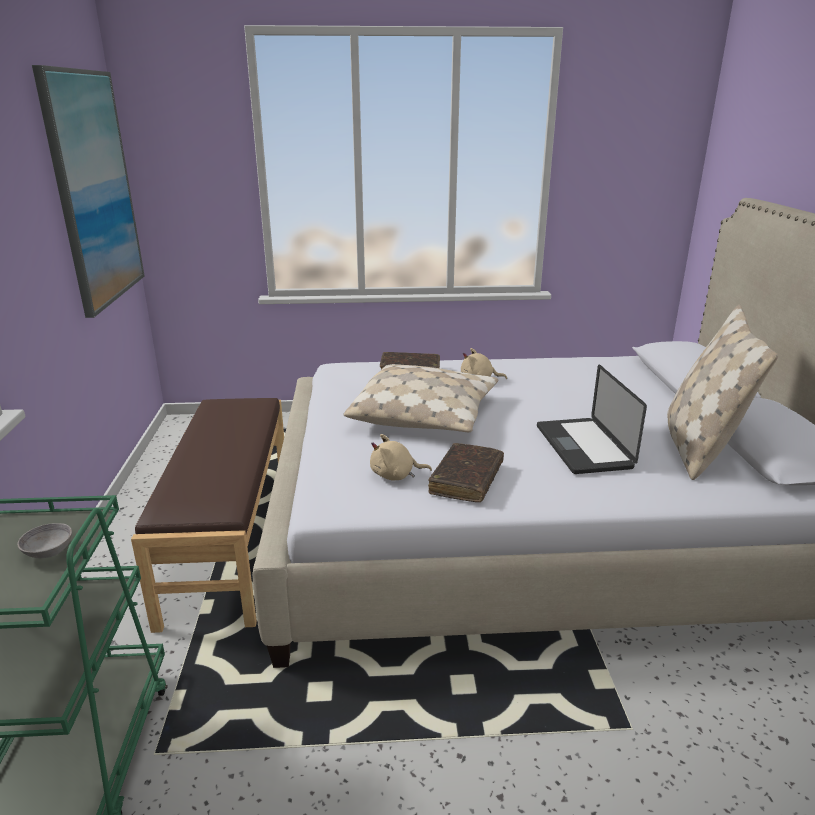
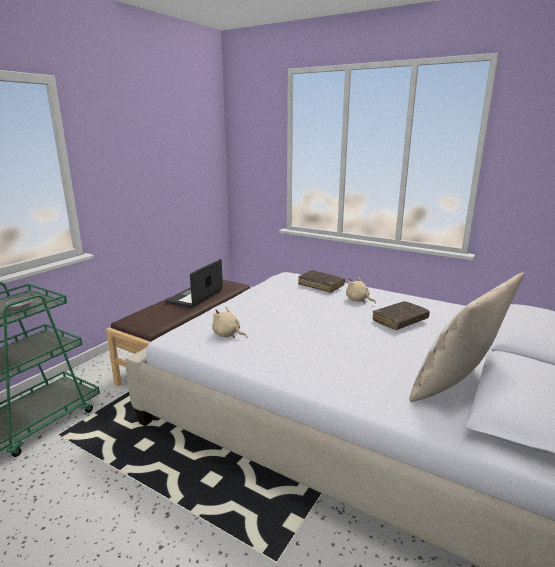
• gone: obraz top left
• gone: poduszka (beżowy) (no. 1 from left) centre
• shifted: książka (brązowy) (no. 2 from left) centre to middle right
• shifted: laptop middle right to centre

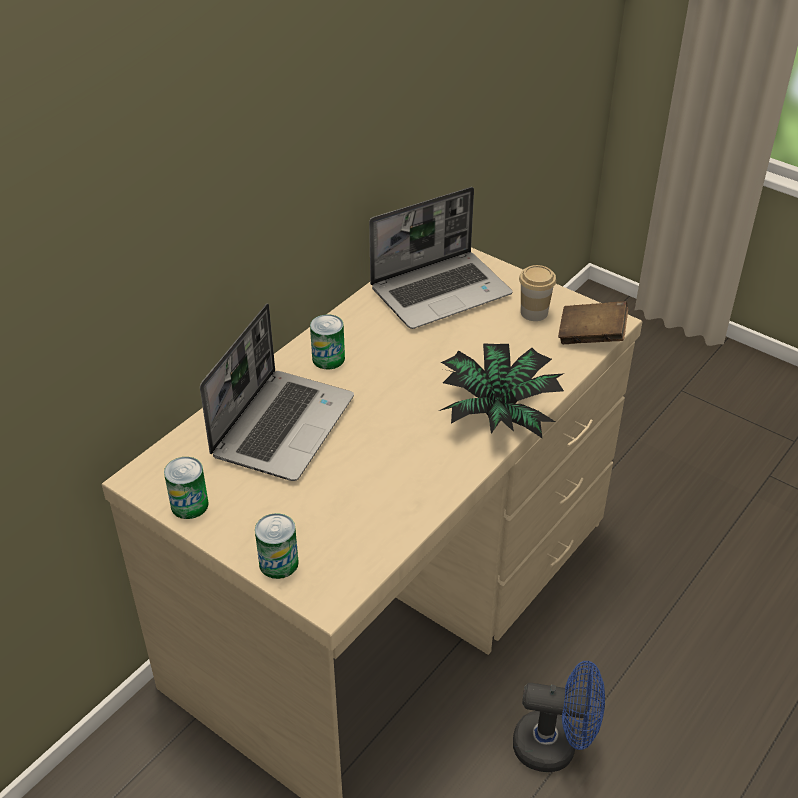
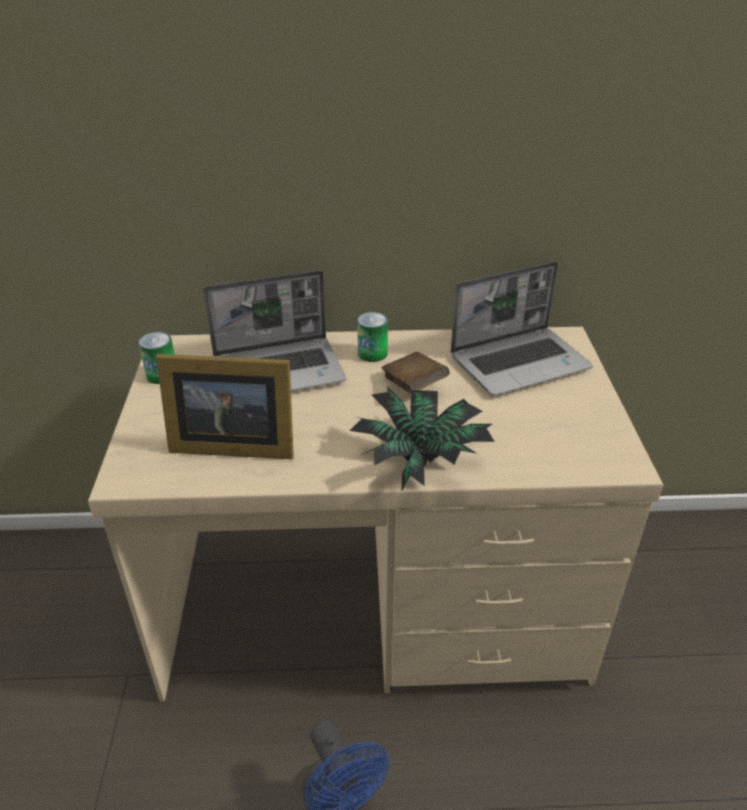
• gone: puszka (no. 2 from left) bottom centre
• rotated: laptop (no. 2 from left) top centre = middle right 45 degrees counterclockwise
• gone: filiżanka middle right
• shifted: książka (brązowy) middle right to centre
• new: ramka na zdjęcie middle left

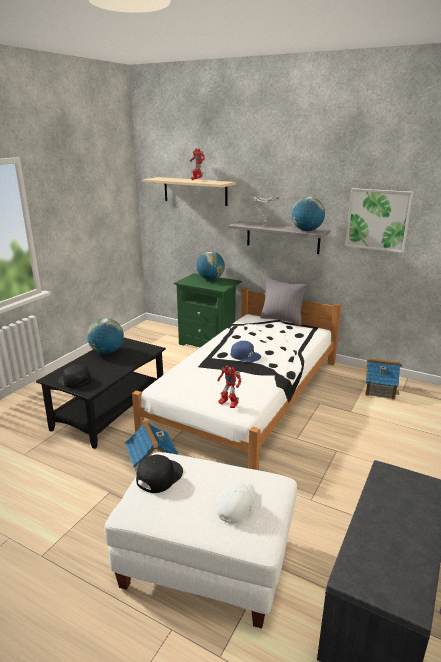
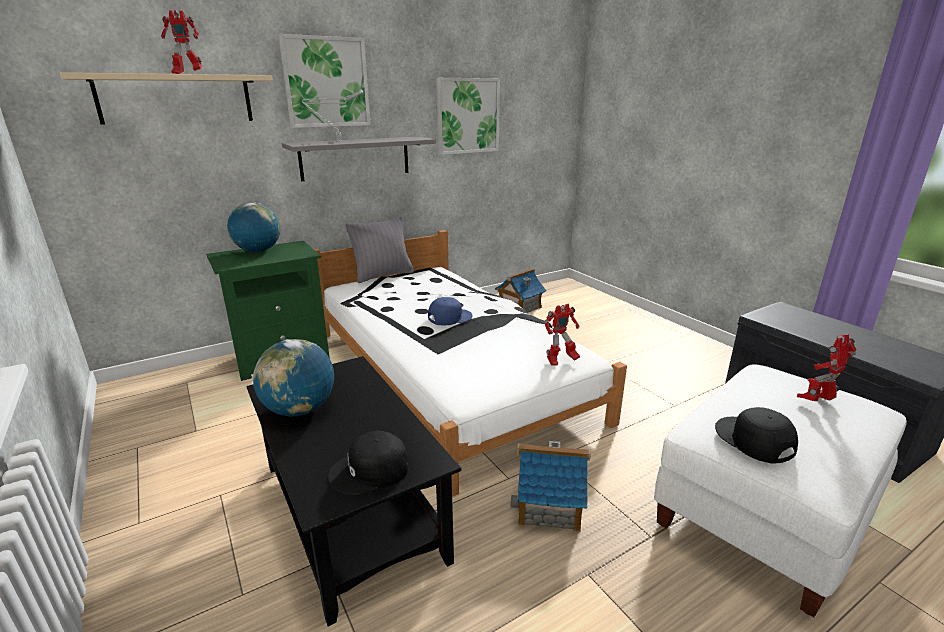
• swapped: czapka z daszkiem (biały) bottom centre to robot zabawkowy (no. 3 from left) middle right
• gone: globus (no. 3 from left) top right
• new: obraz (no. 1 from left) top centre

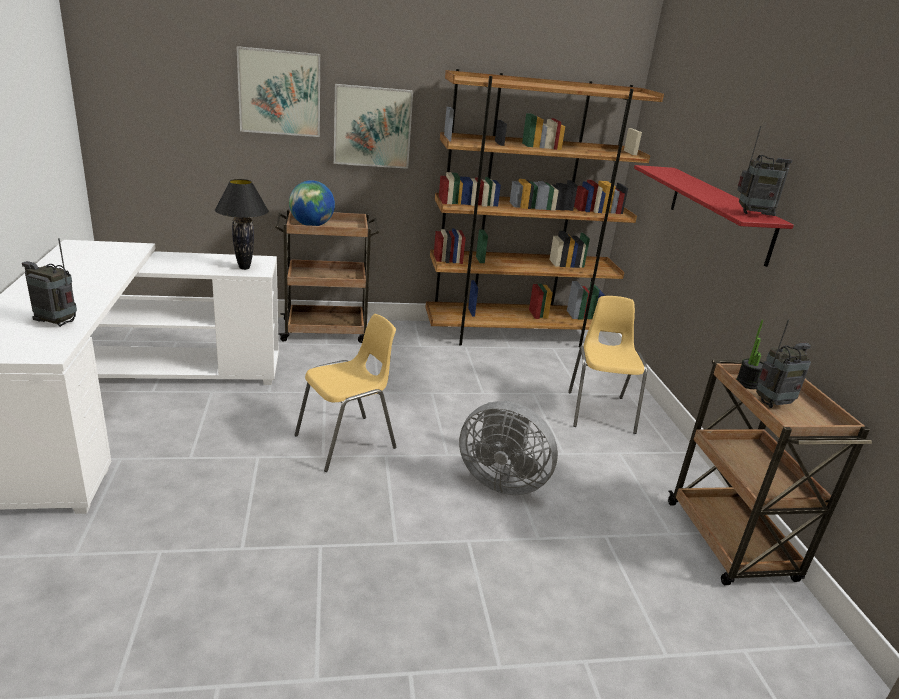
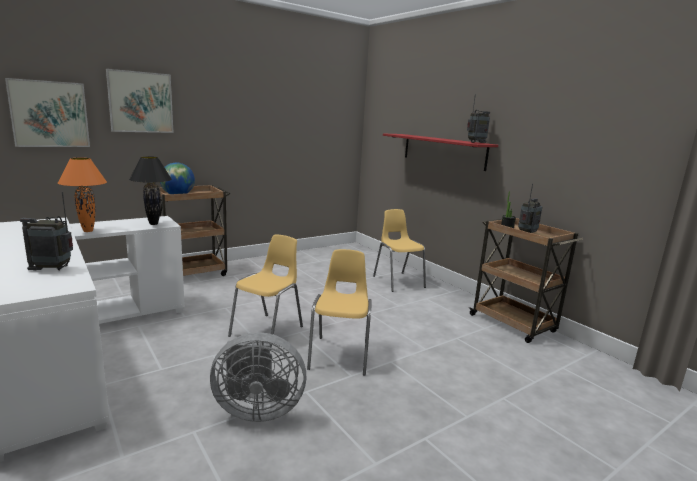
• shifted: obraz (no. 2 from left in the first image) top centre to obraz (no. 1 from left) top left
• gone: regał (brązowy) top centre
• shifted: wentylator (szary) centre to bottom centre
• new: lampa stołowa (pomarańczowy) middle left
• new: krzesło (żółty) (no. 2 from left) centre

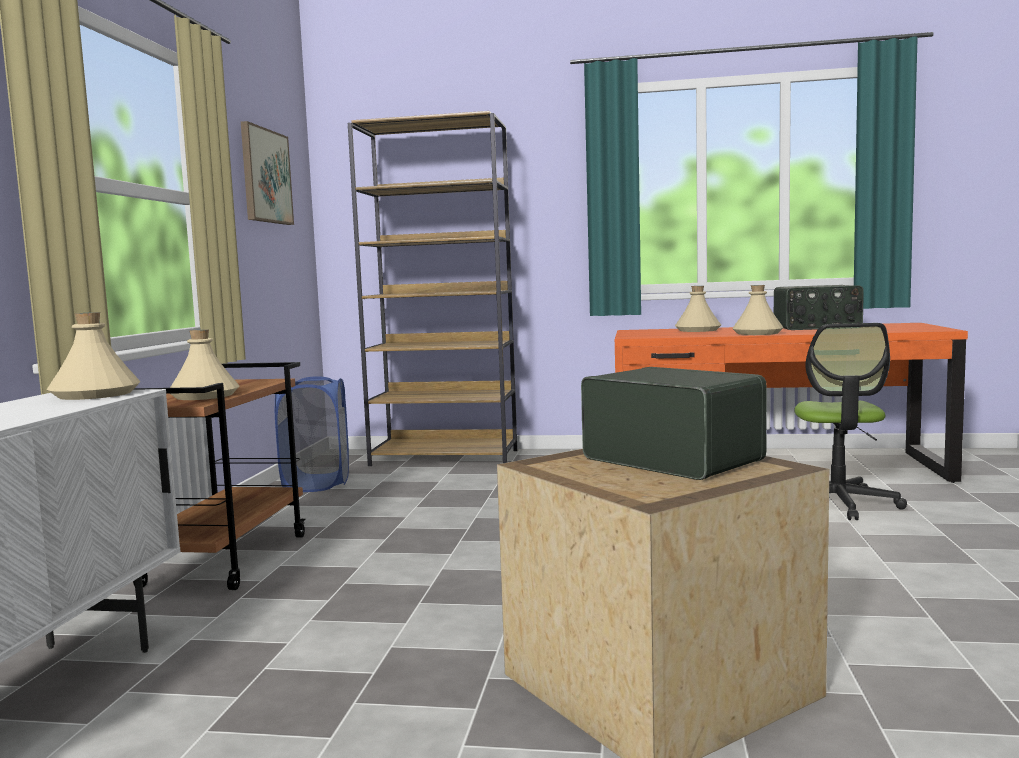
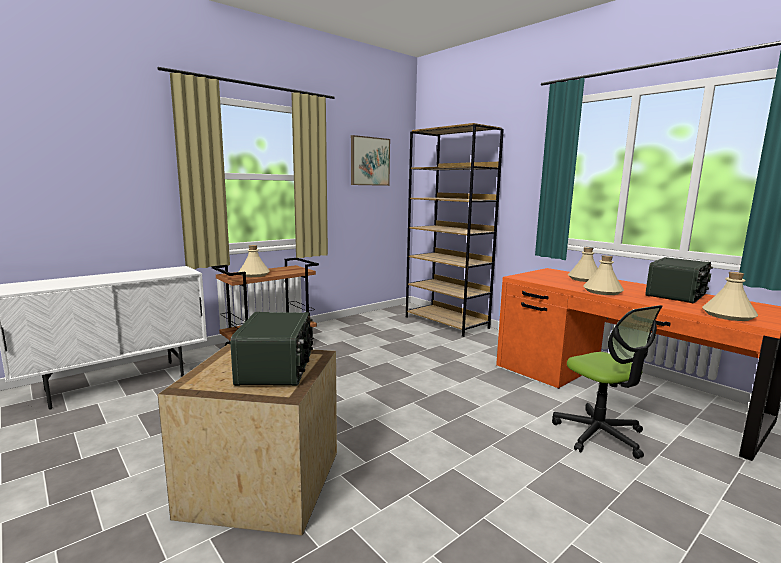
• shifted: butelka (beżowy) (no. 1 from left in the first image) middle left to butelka (beżowy) (no. 4 from left) middle right
• gone: kosz na pranie (niebieski) middle left
• rotated: radio (no. 2 from left) middle right = middle right 90 degrees counterclockwise
• rotated: krzesło biurowe middle right = bottom right 75 degrees counterclockwise

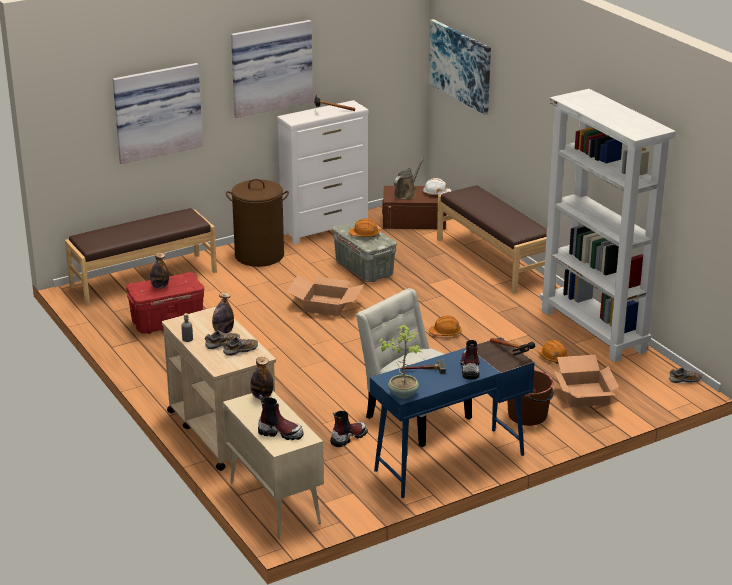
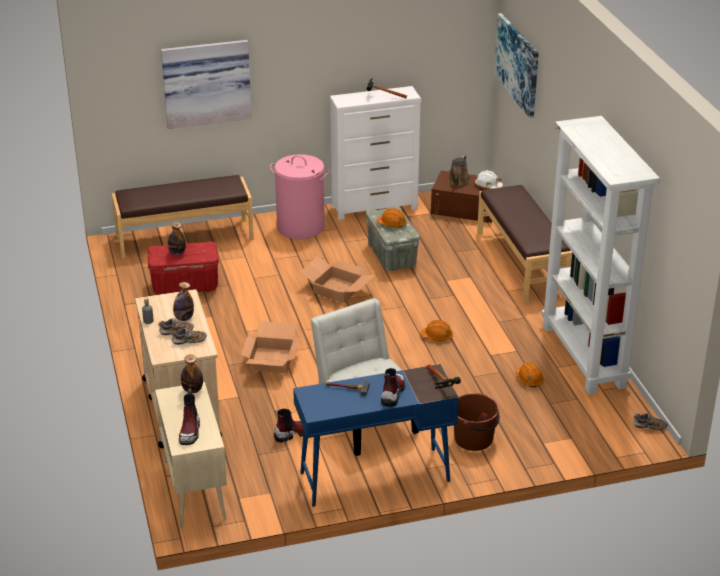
• repainted: kosz na pranie (brązowy) centre to kosz na pranie (różowy) centre
• gone: obraz (no. 2 from left) top centre
• rotated: but z cholewką (no. 1 from left) bottom centre = bottom left 60 degrees clockwise
• gone: roślina doniczkowa centre
• rotated: konewka (brązowy) top centre = top centre 150 degrees clockwise
• shifted: karton (no. 2 from left in the first image) middle right to karton (no. 1 from left) centre

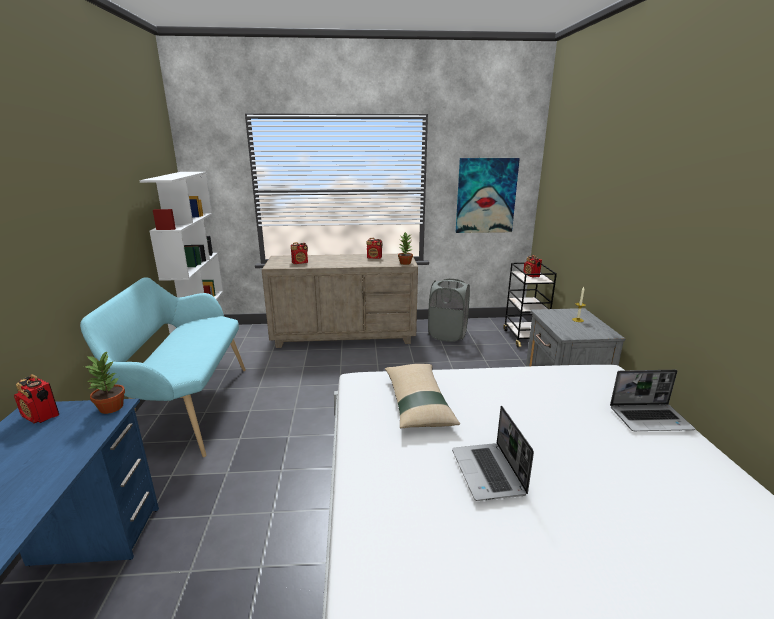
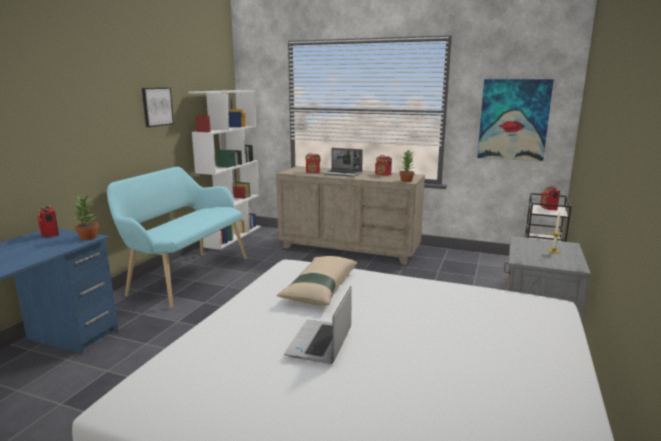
• gone: kosz na pranie (szary) centre
• shifted: laptop (no. 2 from left) middle right to centre
• new: obraz (no. 1 from left) top left

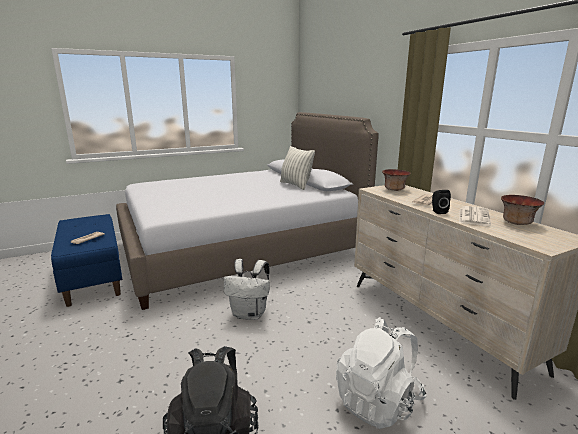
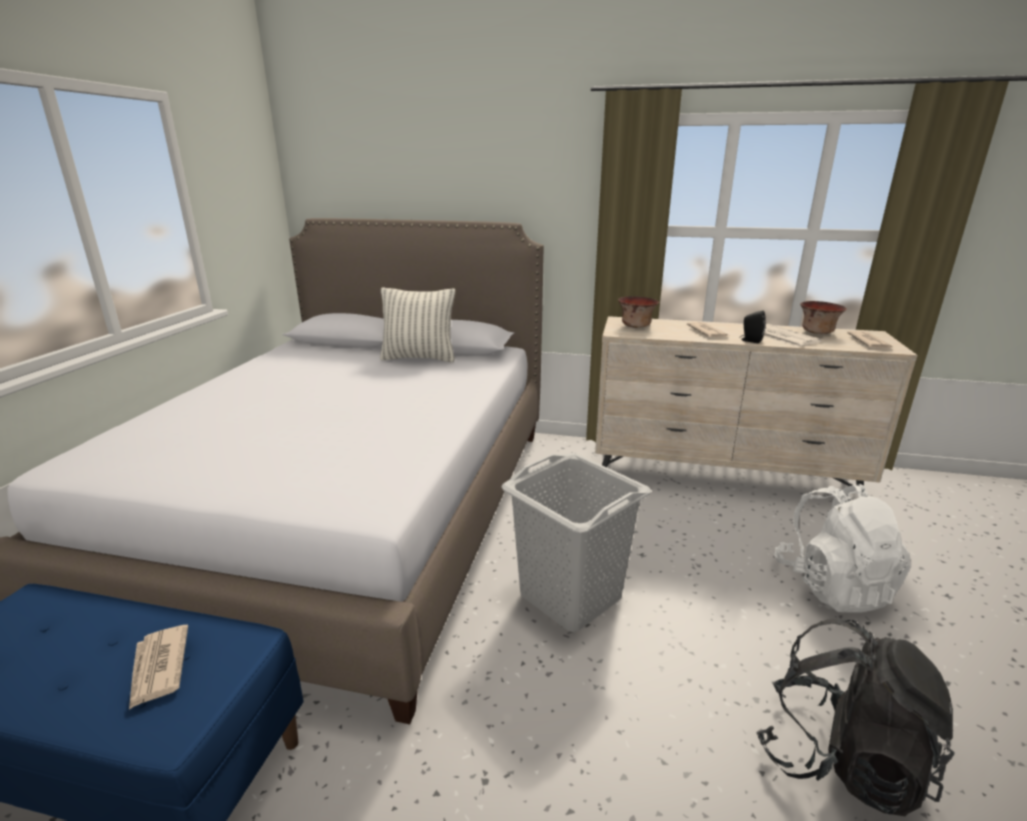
• swapped: plecak (biały) (no. 1 from left) centre to kosz na pranie (szary) centre
• new: gazeta (no. 4 from left) middle right

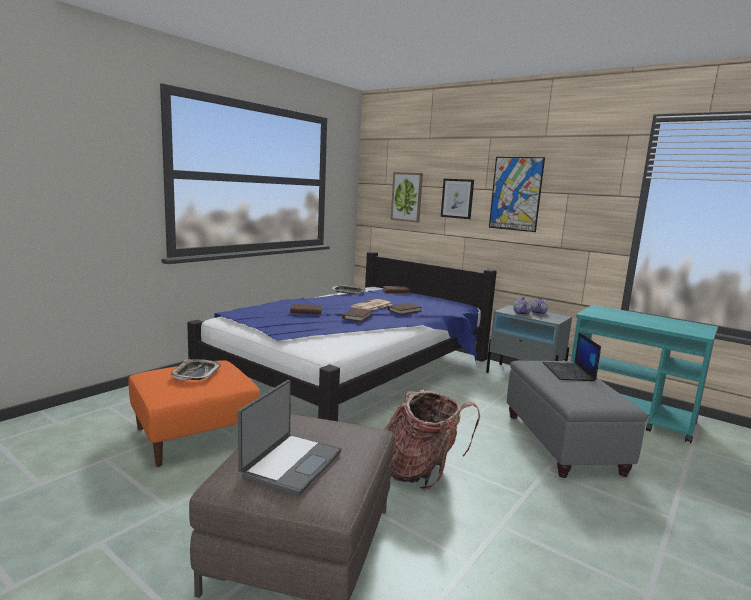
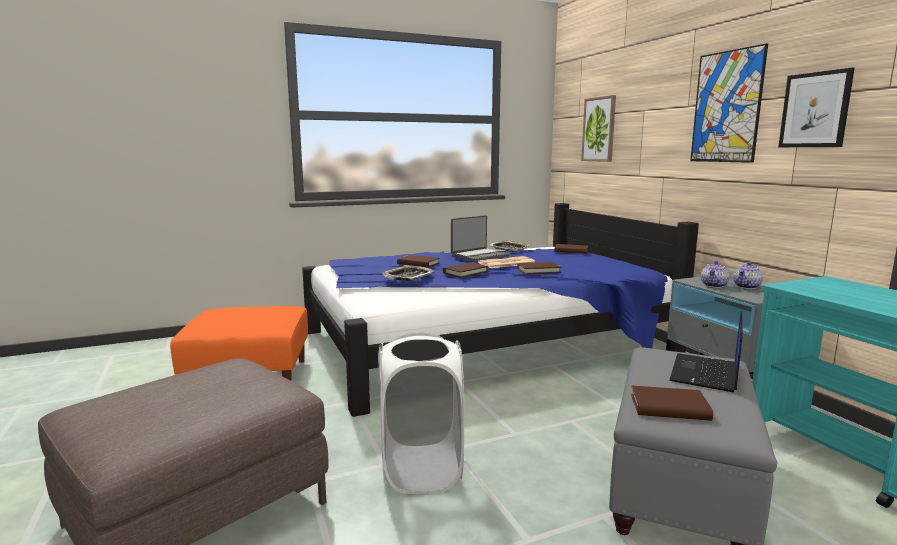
• shifted: taca (no. 1 from left) middle left to centre
• shifted: laptop (no. 1 from left) bottom centre to centre
• swapped: plecak bottom centre to kosz na pranie (biały) bottom centre
• shifted: obraz (no. 2 from left in the first image) top centre to obraz (no. 3 from left) top right
• new: książka (brązowy) (no. 5 from left) bottom right

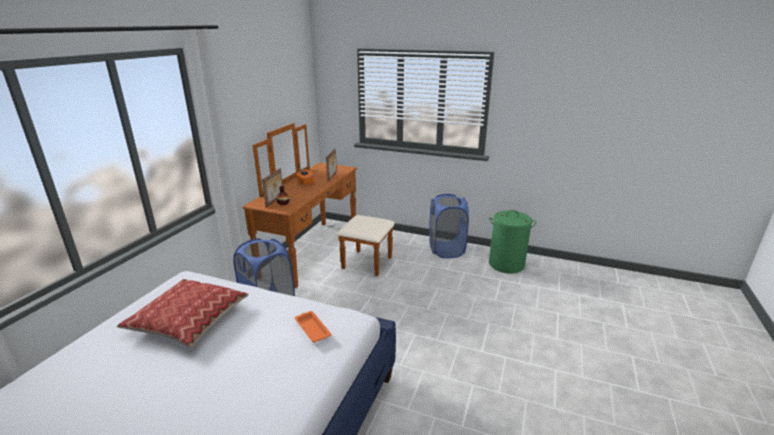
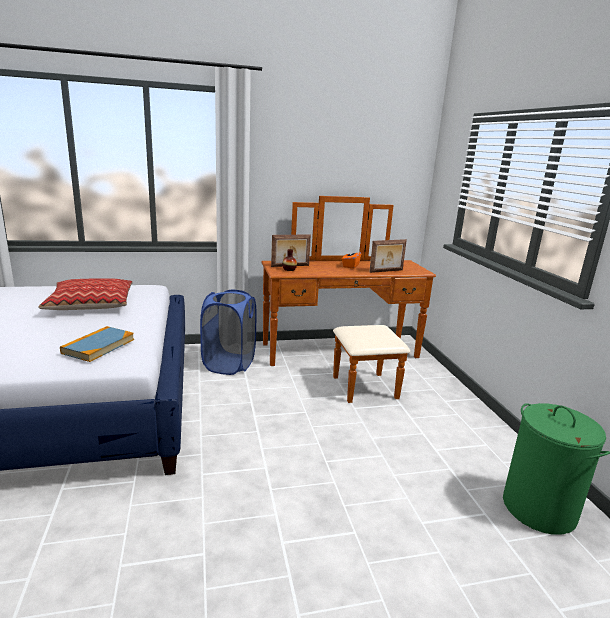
• swapped: taca (pomarańczowy) bottom centre to książka middle left
• gone: kosz na pranie (niebieski) (no. 2 from left) centre

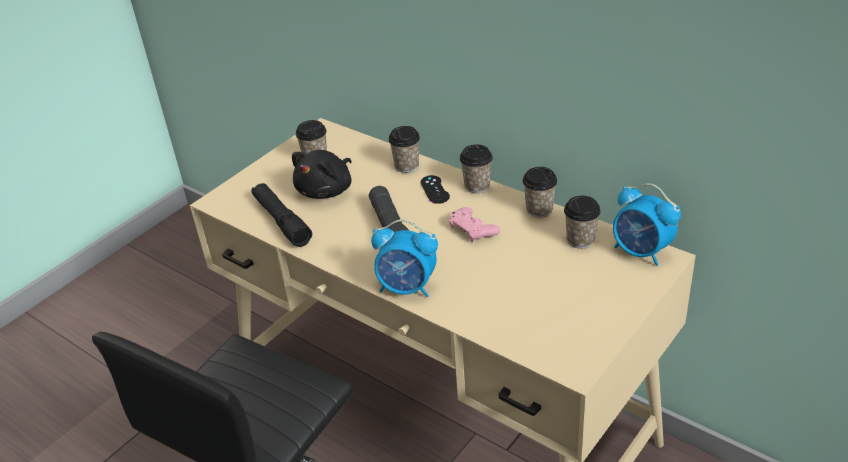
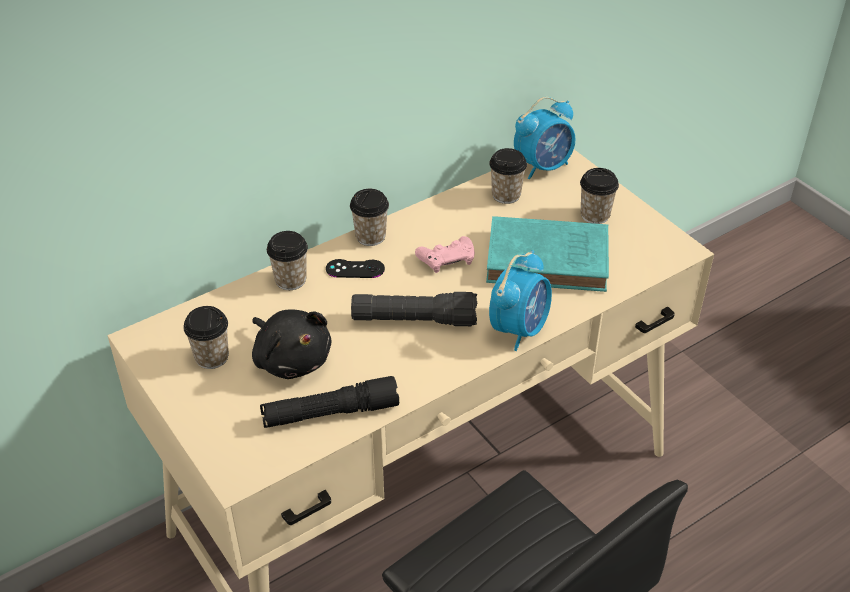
• shifted: filiżanka (no. 4 from left in the first image) centre to filiżanka (no. 5 from left) top right
• new: książka (turkusowy) centre

